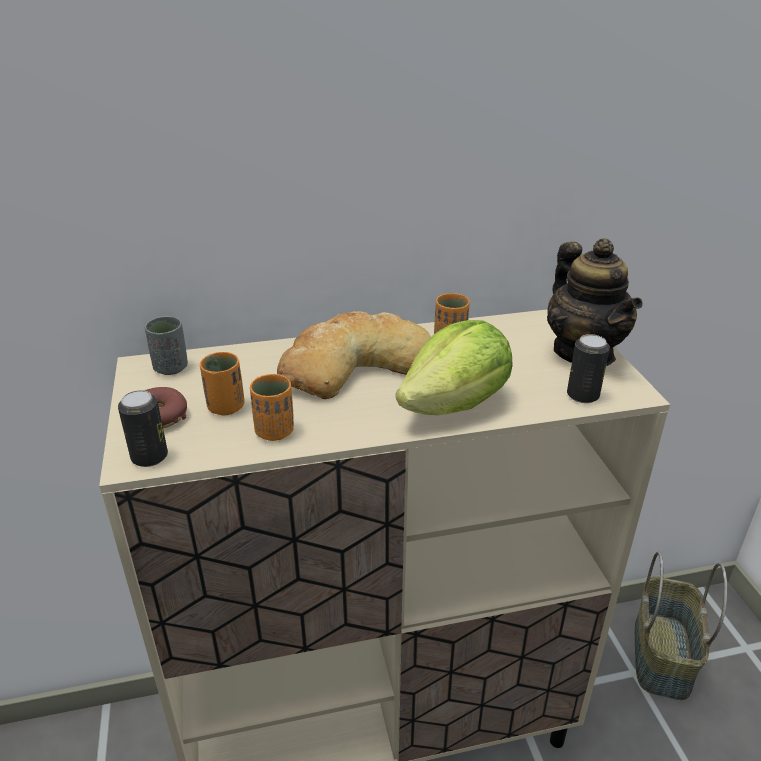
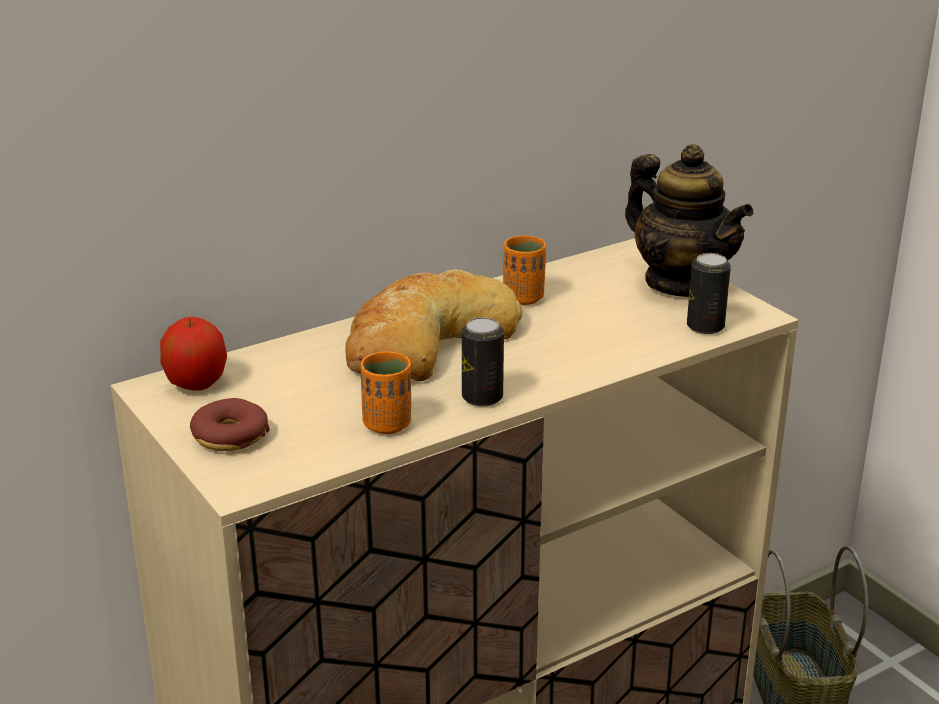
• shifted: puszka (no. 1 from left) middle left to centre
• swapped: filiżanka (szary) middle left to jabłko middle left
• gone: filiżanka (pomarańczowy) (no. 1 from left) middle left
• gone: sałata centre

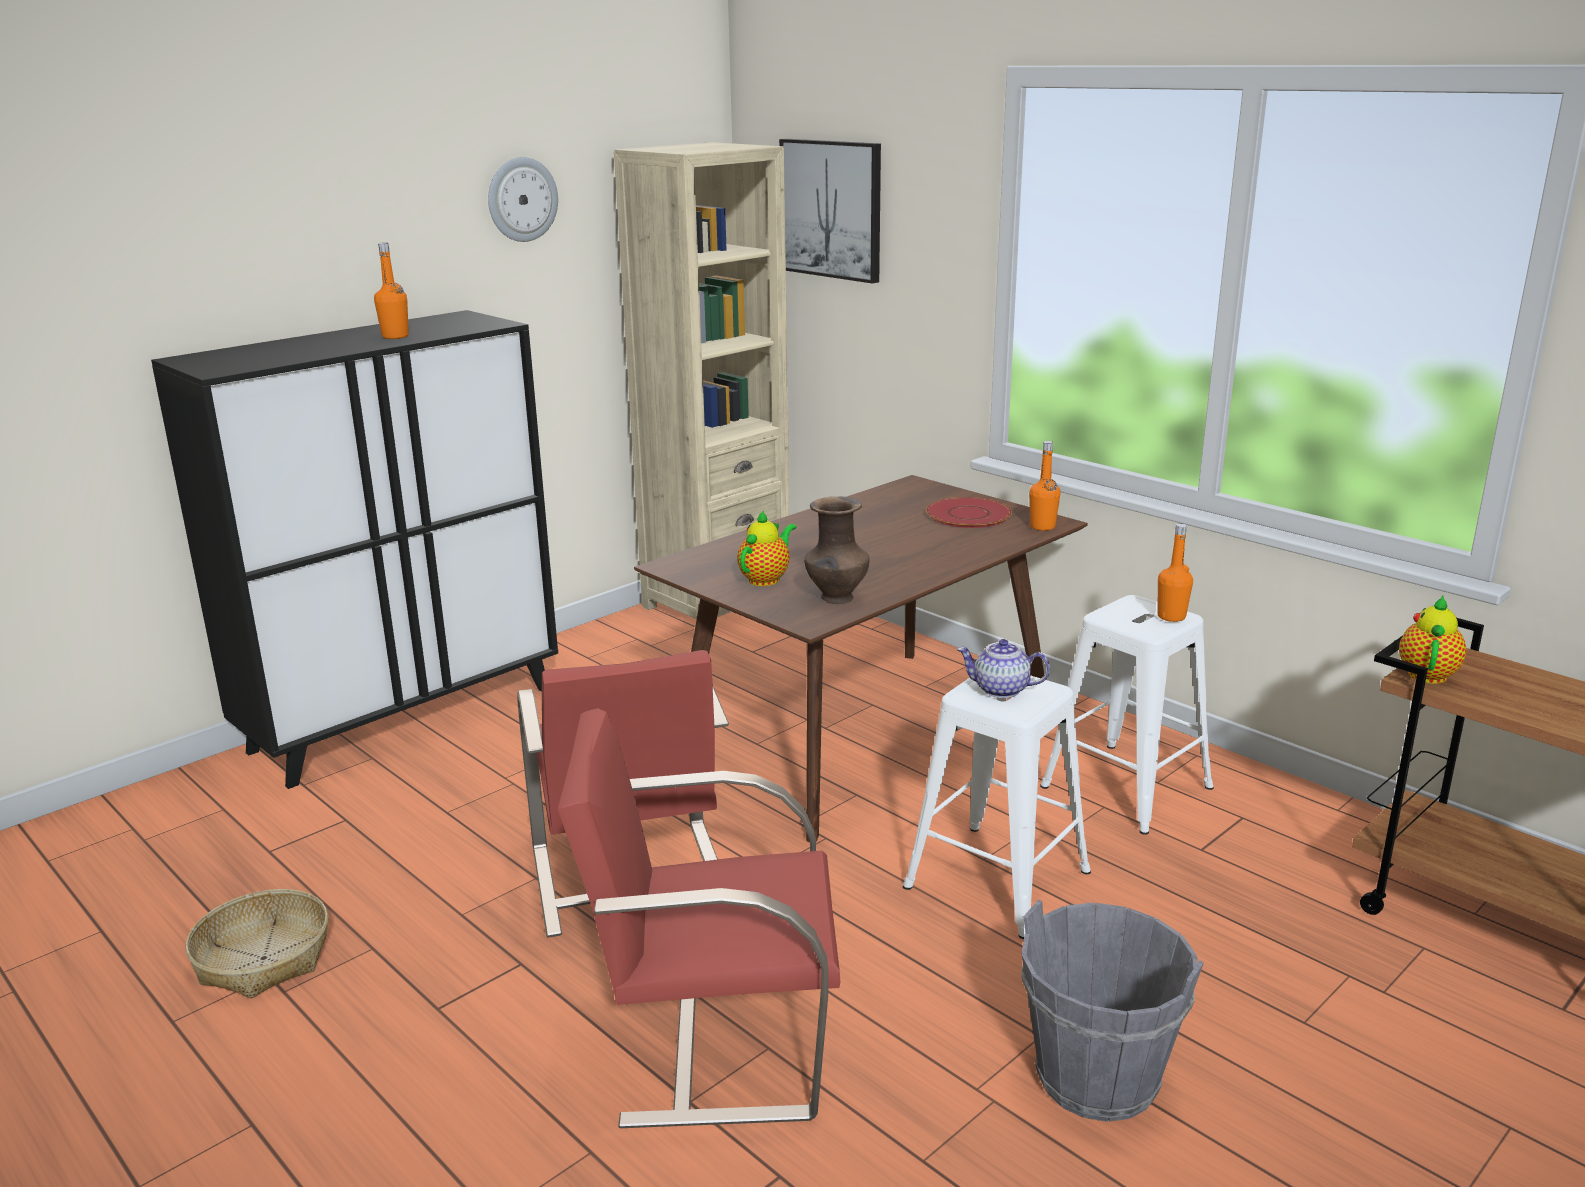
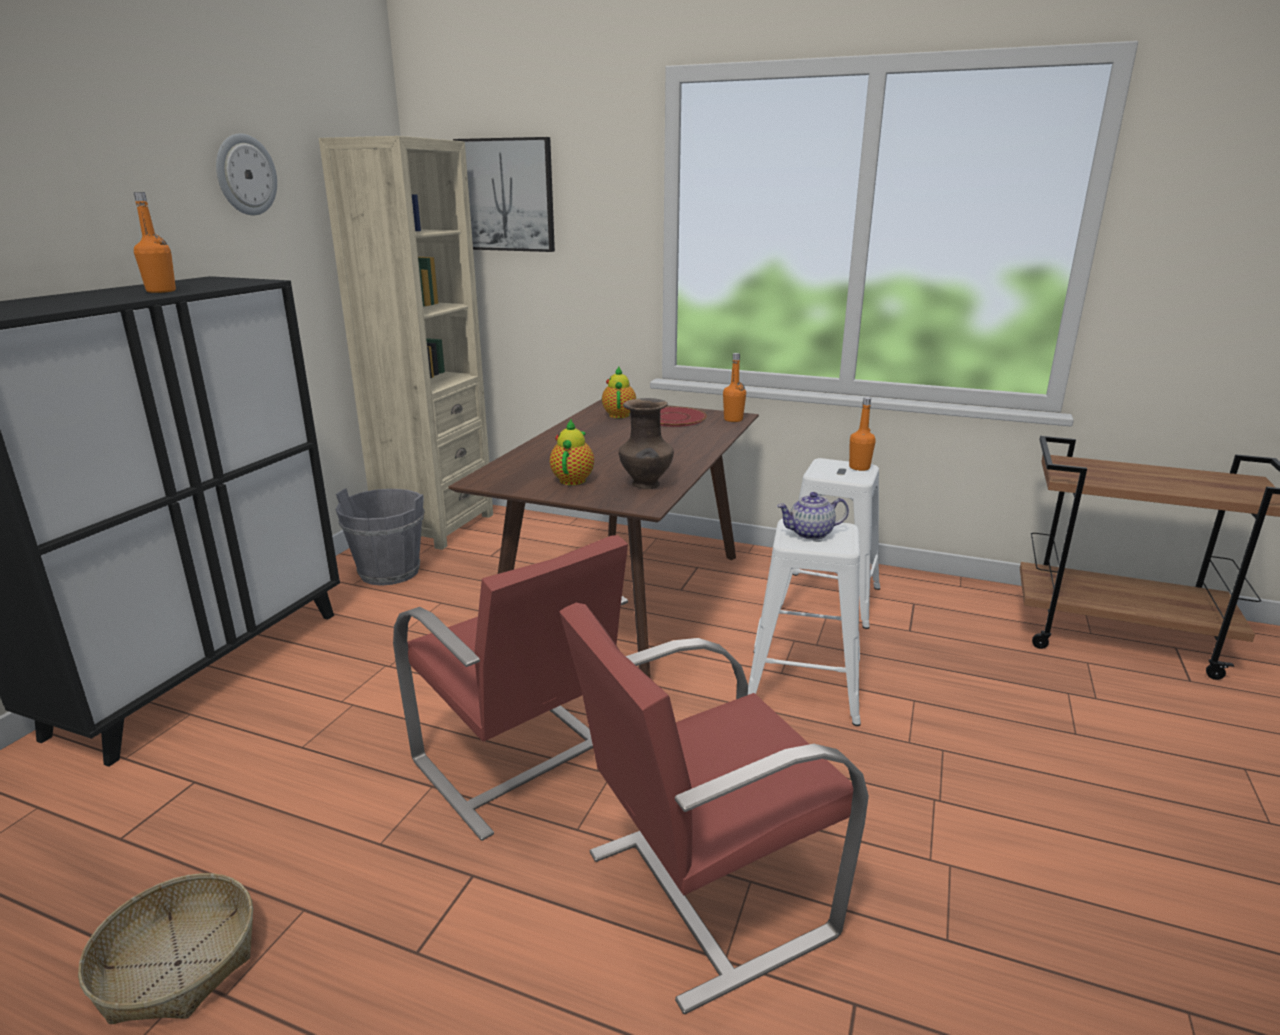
• shifted: wiadro (szary) bottom right to middle left
• shifted: imbryk (no. 3 from left in the first image) middle right to imbryk (no. 2 from left) centre

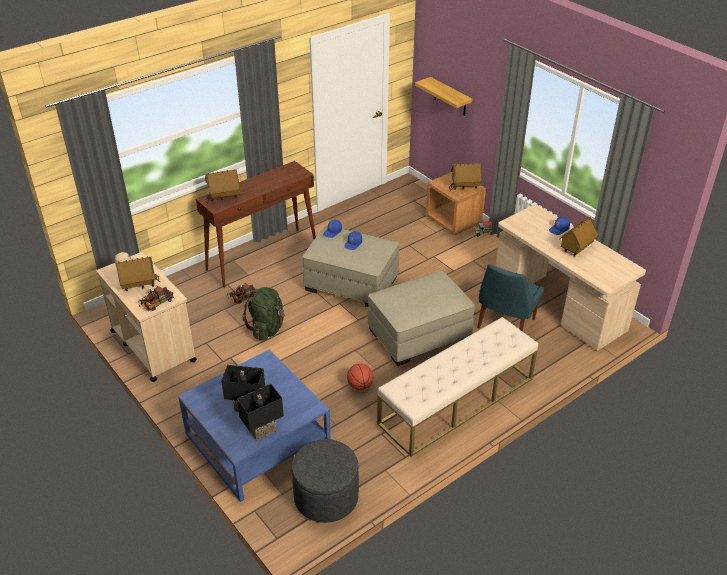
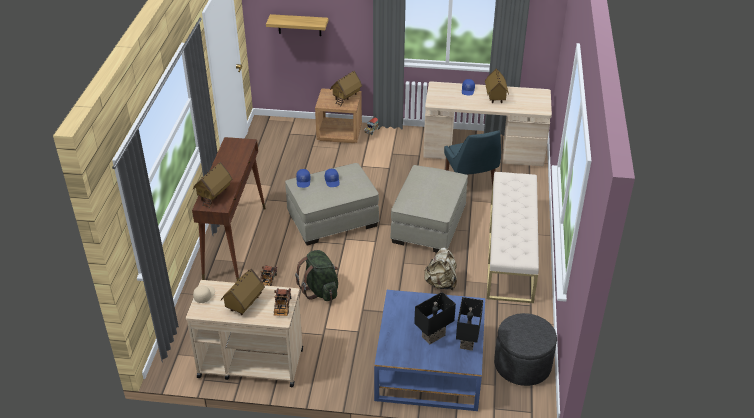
• swapped: piłka do koszykówki centre to plecak (beżowy) centre

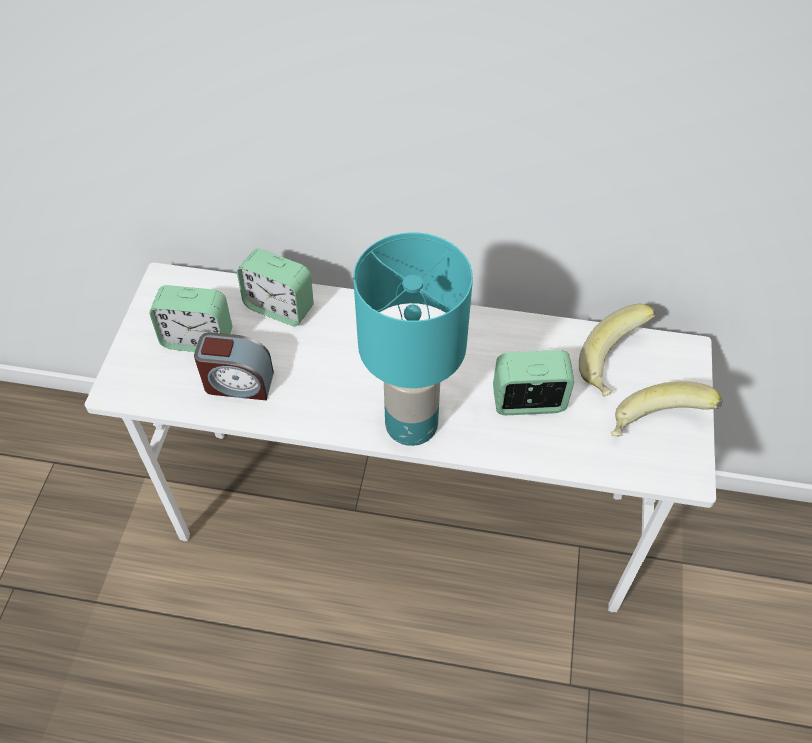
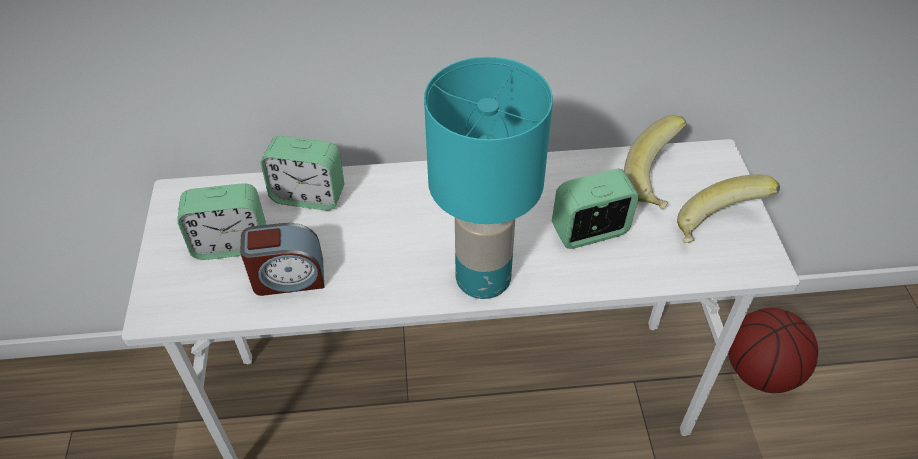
• new: piłka do koszykówki bottom right

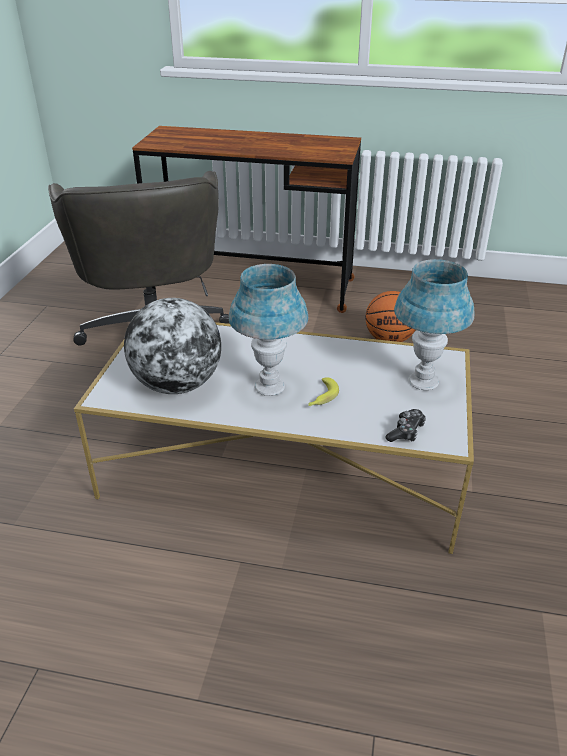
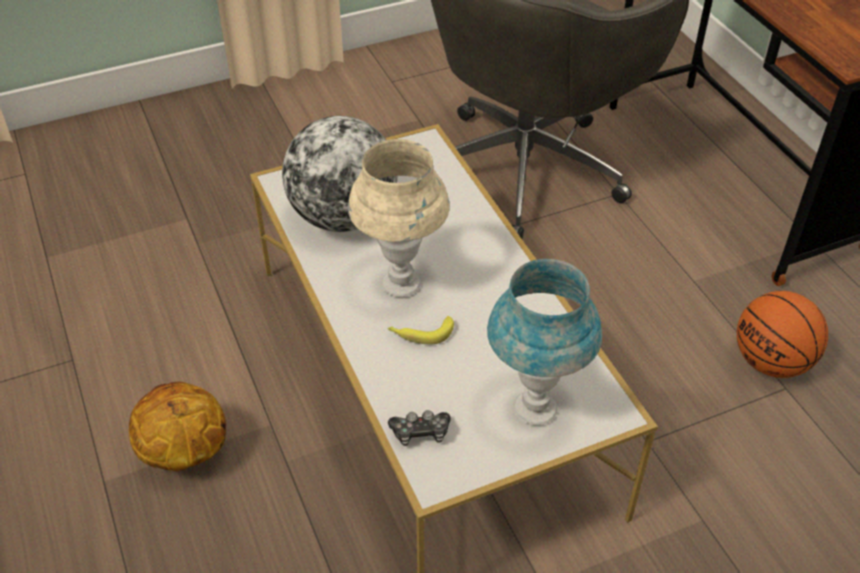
• repainted: lampa stołowa (niebieski) (no. 1 from left) centre to lampa stołowa (beżowy) centre
• new: piłka do koszykówki (no. 1 from left) bottom left

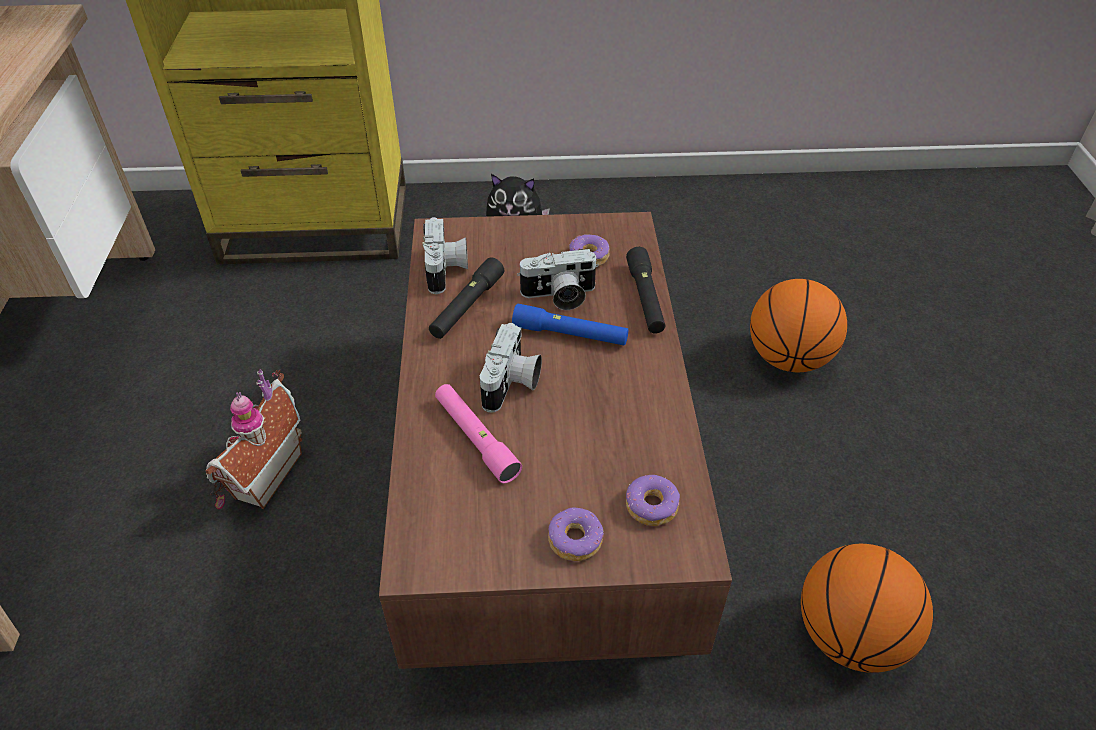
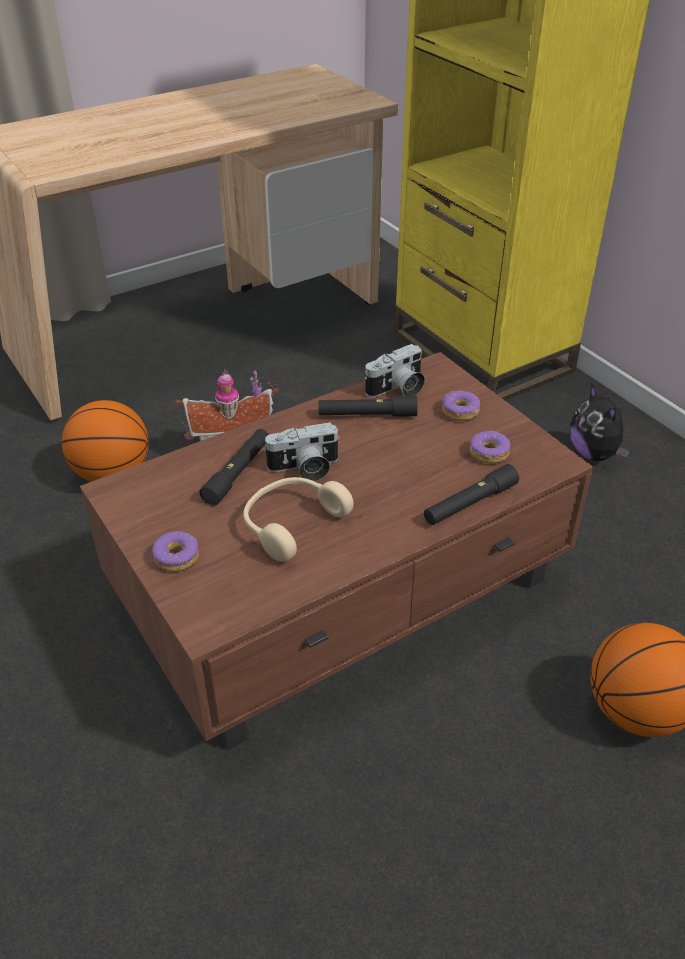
• repainted: latarka (różowy) centre to latarka (czarny) (no. 1 from left) centre
• gone: latarka (niebieski) centre
• gone: aparat fotograficzny (no. 3 from left) centre
• shifted: donut (no. 3 from left in the first image) bottom centre to donut (no. 2 from left) middle right
• shifted: piłka do koszykówki (no. 2 from left in the first image) bottom right to piłka do koszykówki (no. 1 from left) middle left
• new: słuchawki (beżowy) centre

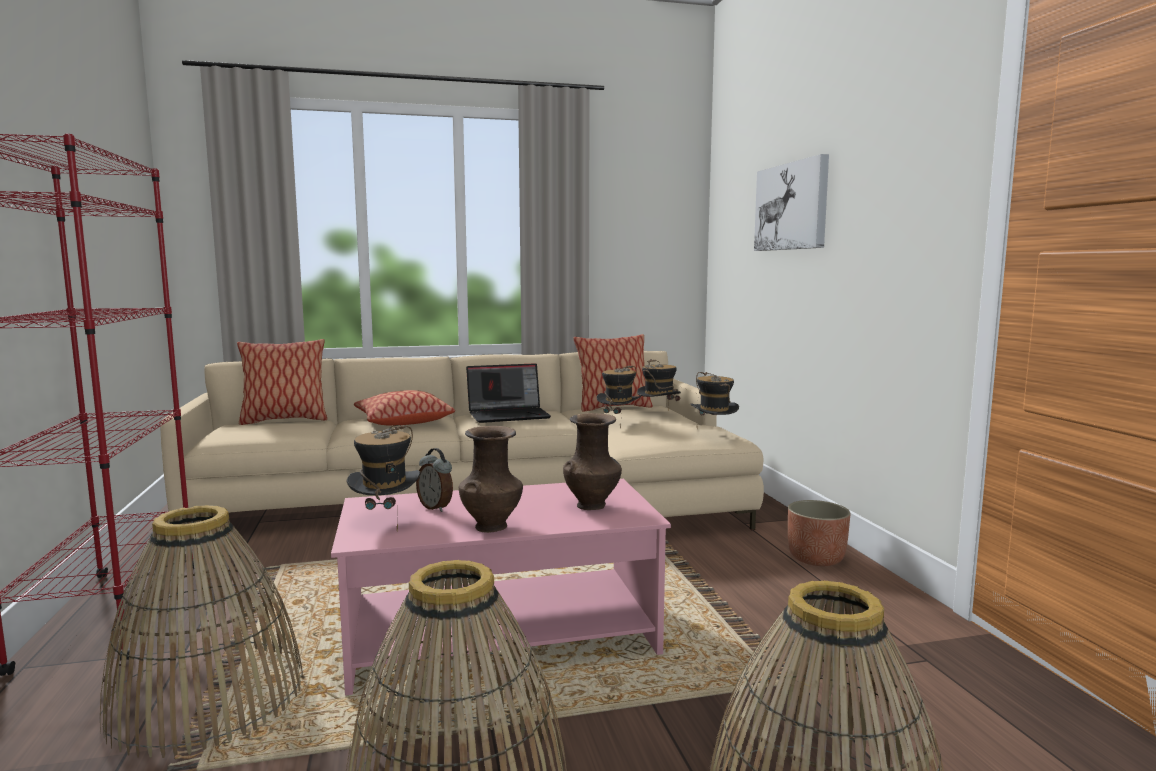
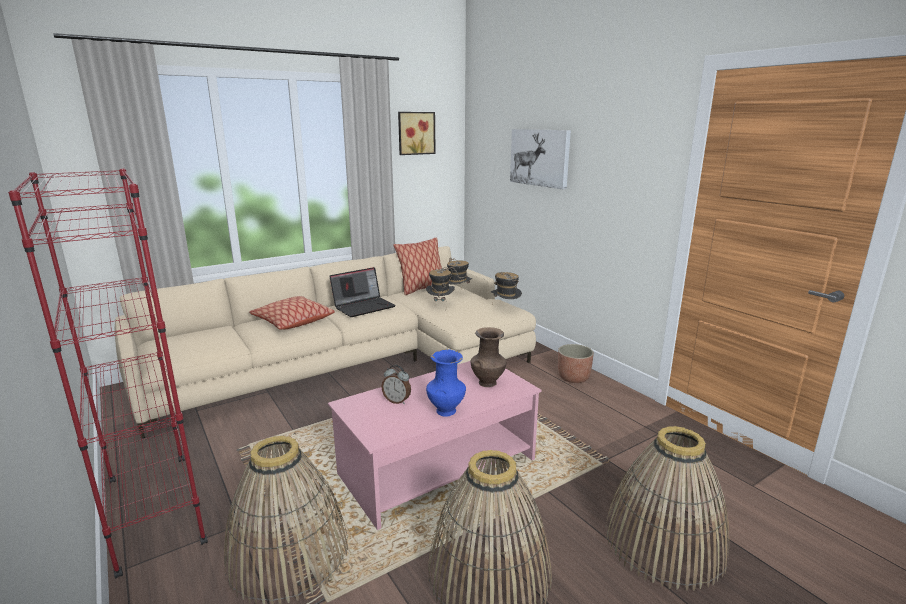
• gone: poduszka (no. 1 from left) middle left
• gone: kapelusz (no. 1 from left) middle left
• repainted: wazon (brązowy) (no. 1 from left) centre to wazon (niebieski) centre
• new: obraz (no. 1 from left) top centre

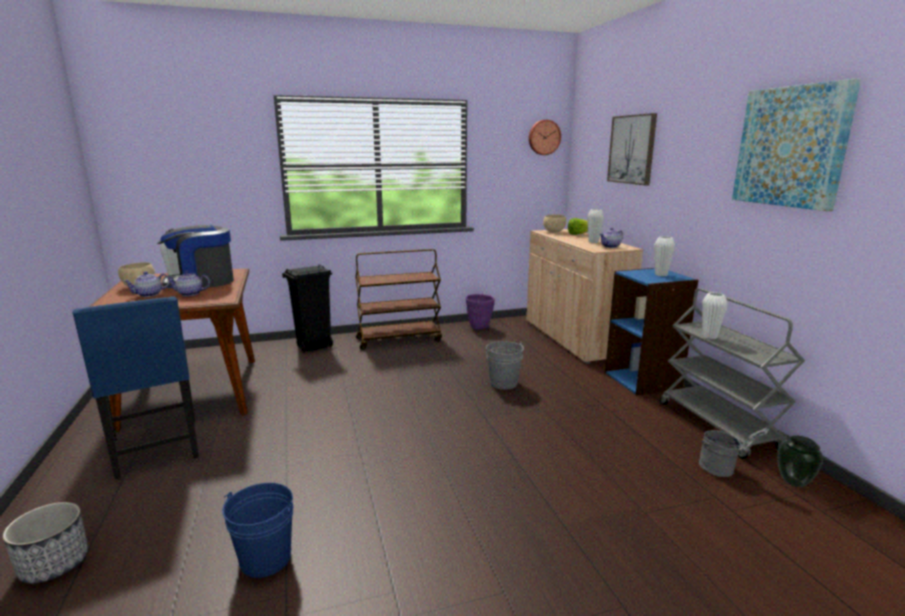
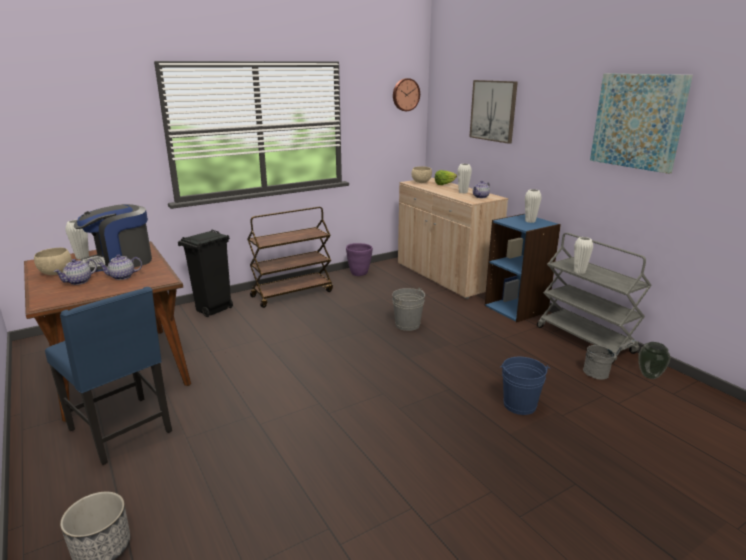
• shifted: wiadro (niebieski) bottom left to bottom right

